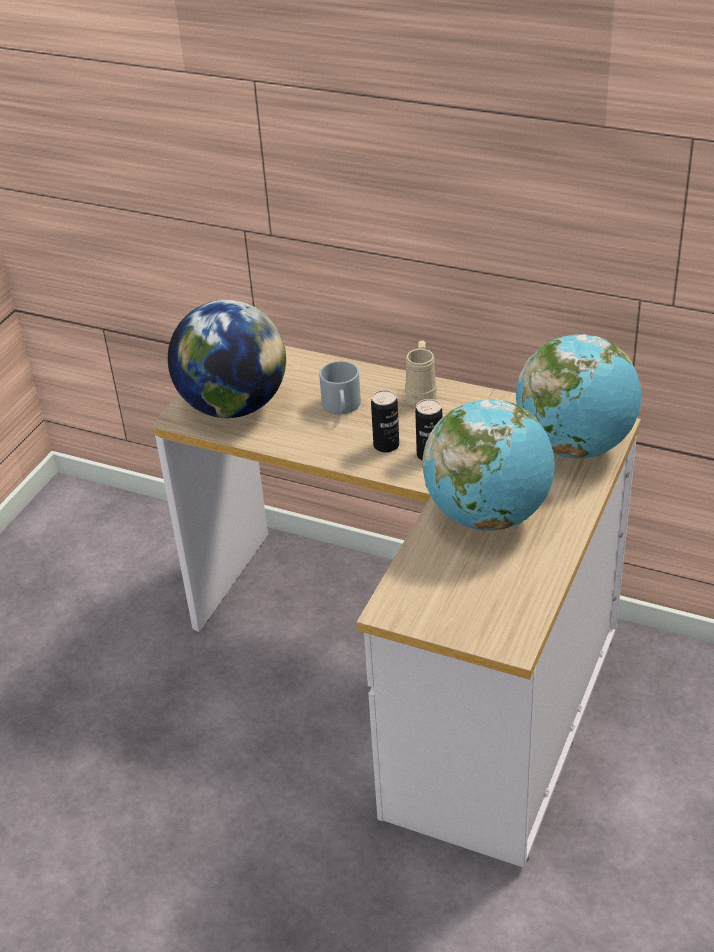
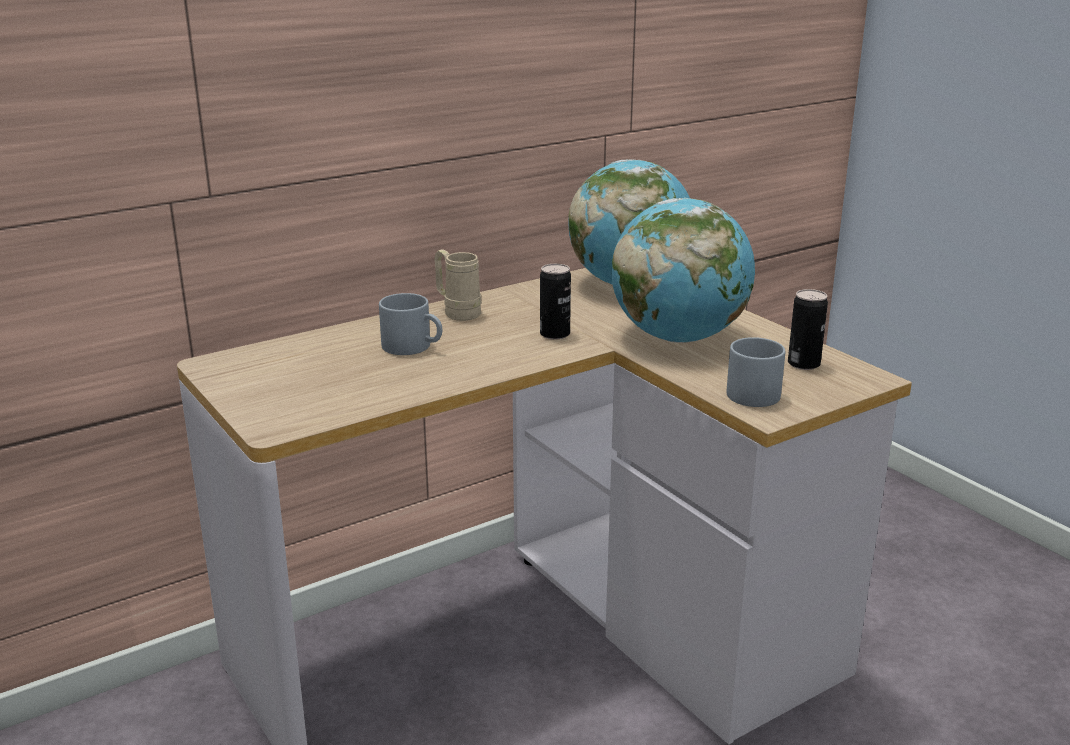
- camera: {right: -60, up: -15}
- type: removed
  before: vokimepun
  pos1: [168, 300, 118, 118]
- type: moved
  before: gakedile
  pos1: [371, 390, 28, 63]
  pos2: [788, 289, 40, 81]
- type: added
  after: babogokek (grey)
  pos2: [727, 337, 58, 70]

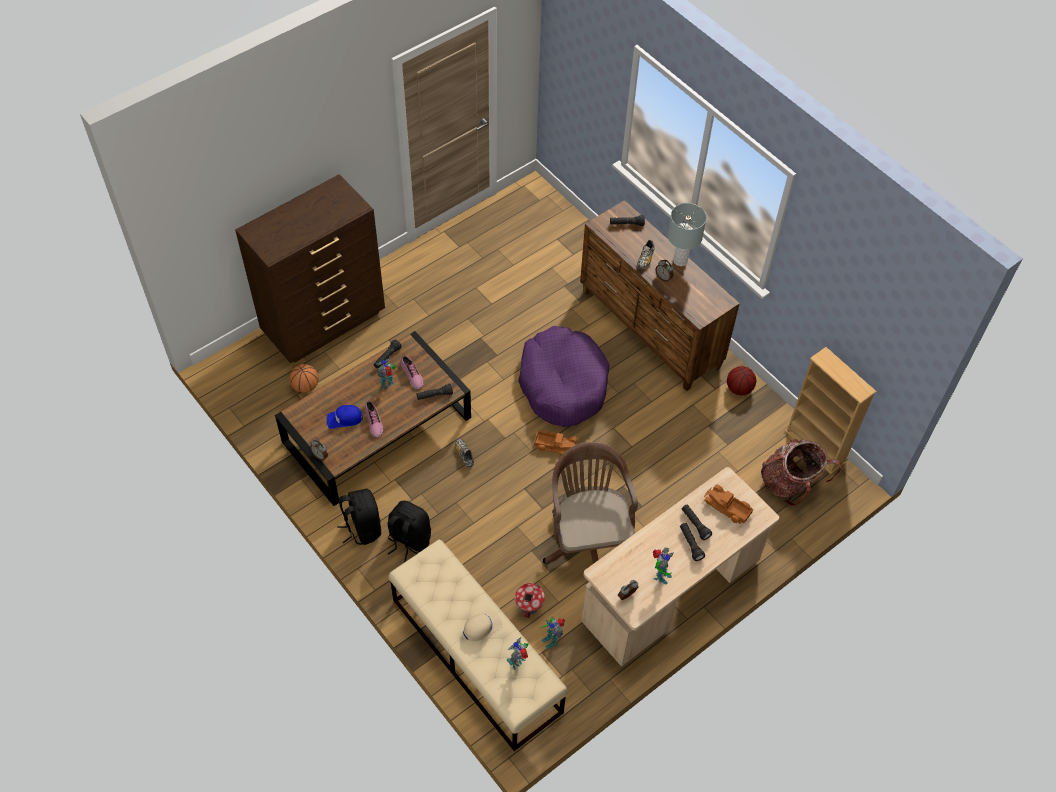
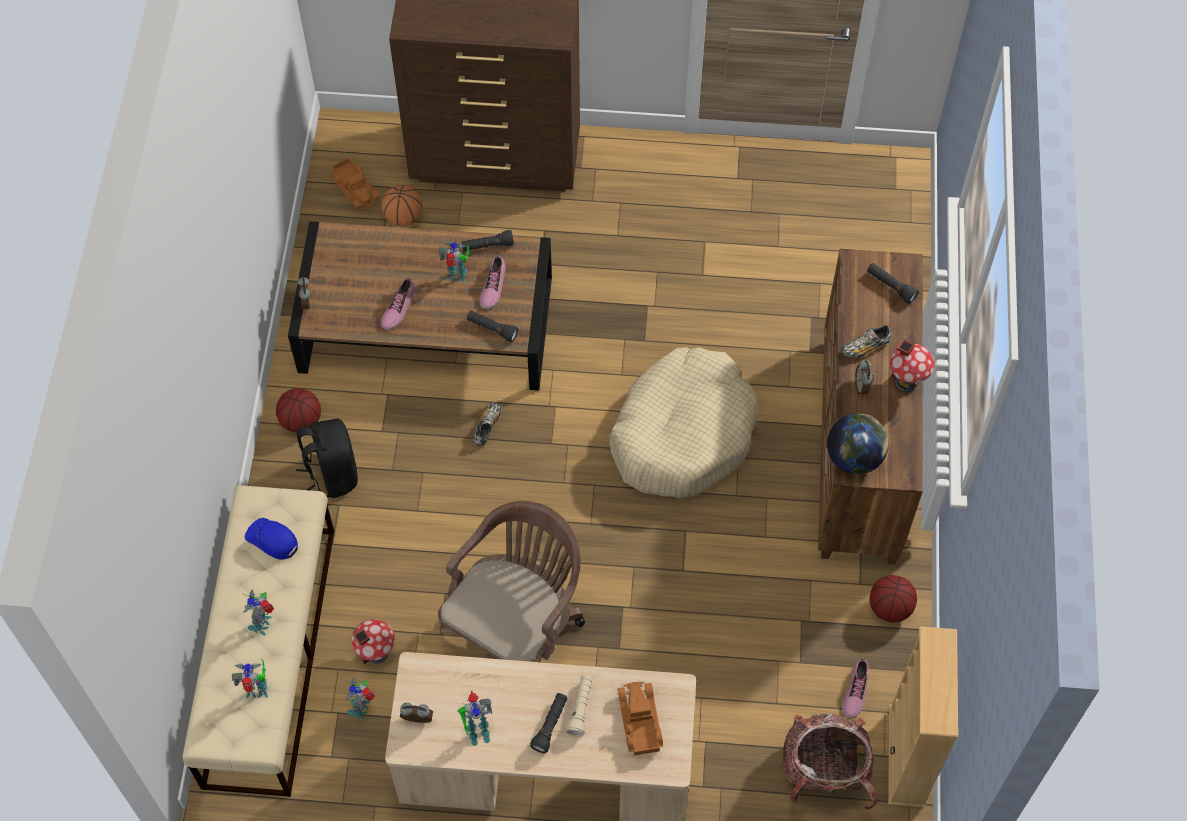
- camera: {right: 45, up: 5}
- type: replaced
  before: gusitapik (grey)
  after: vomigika
  pos1: [668, 203, 38, 63]
  pos2: [890, 338, 45, 54]
- type: recoloured
  before: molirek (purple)
  after: molirek (beige)
  pos1: [518, 326, 91, 101]
  pos2: [609, 347, 149, 151]
- type: moved
  before: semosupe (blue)
  pos1: [327, 405, 36, 24]
  pos2: [245, 518, 53, 42]
- type: moved
  before: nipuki
  pos1: [534, 431, 43, 23]
  pos2: [331, 157, 49, 53]
- type: replaced
  before: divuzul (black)
  after: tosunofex
  pos1: [337, 489, 44, 56]
  pos2: [276, 388, 45, 45]
- type: recoloured
  before: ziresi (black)
  after: ziresi (beige)
  pos1: [682, 505, 30, 35]
  pos2: [565, 675, 28, 62]
- type: replaced
  before: semosupe (beige)
  after: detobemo
  pos1: [463, 611, 40, 30]
  pos2: [244, 589, 30, 47]
- type: added
  after: vokimepun
  pos2: [827, 413, 62, 62]
- type: added
  after: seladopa
  pos2: [842, 659, 27, 60]

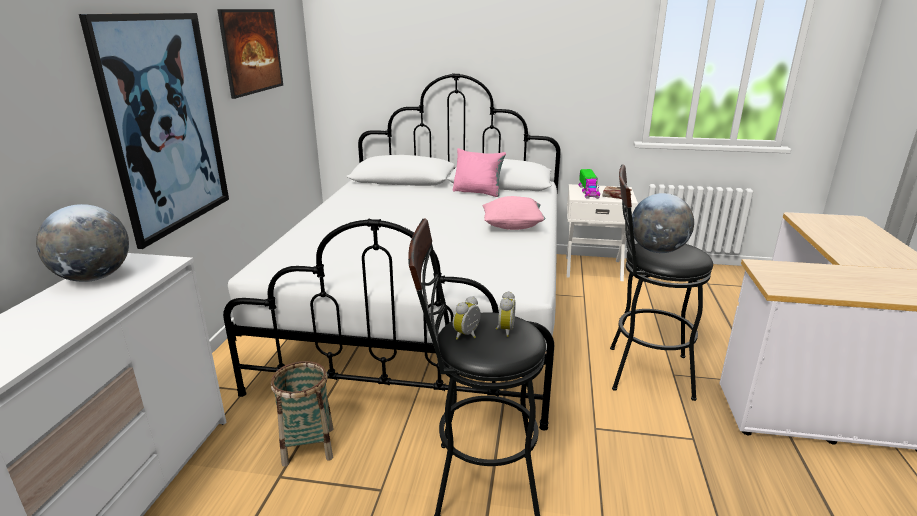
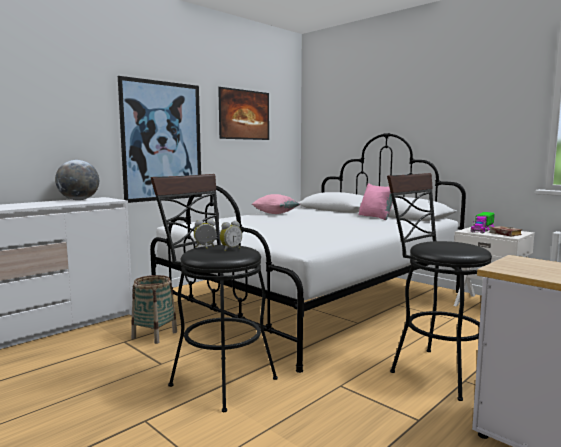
- camera: {right: 35, up: -15}
- type: removed
  before: vokimepun
  pos1: [632, 193, 62, 60]
- type: moved
  before: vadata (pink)
  pos1: [483, 196, 63, 34]
  pos2: [252, 194, 48, 20]

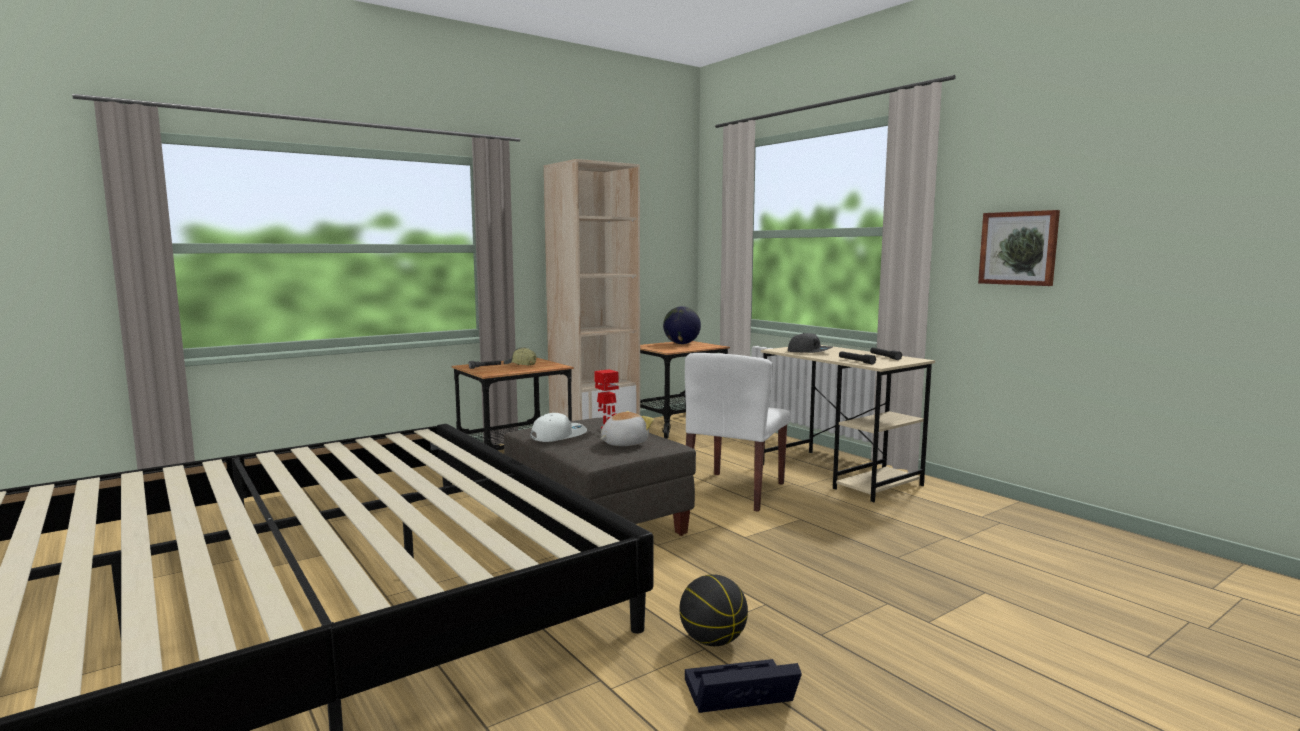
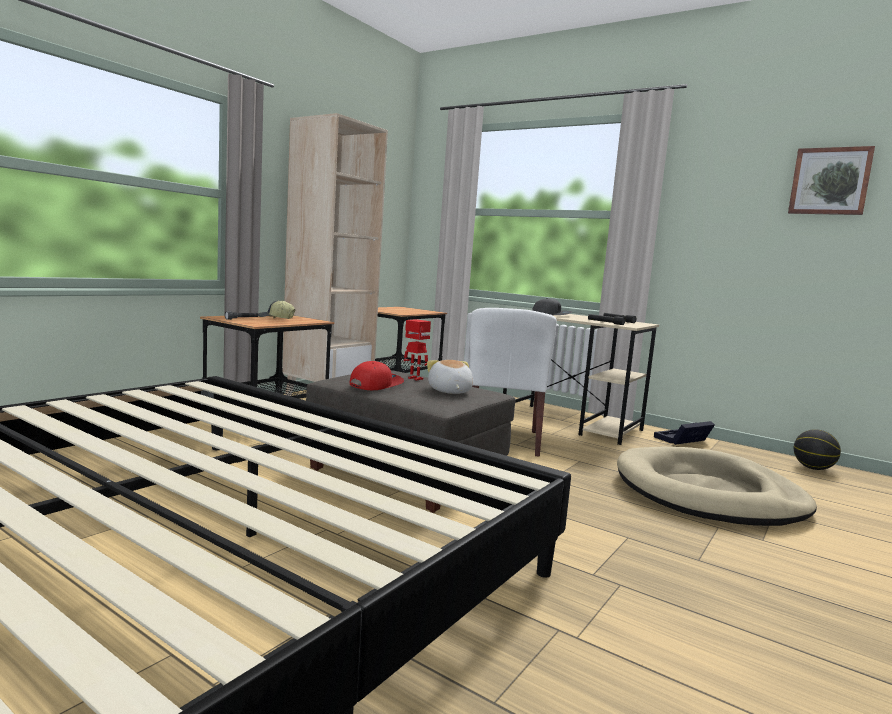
- camera: {right: -20, up: 0}
- type: moved
  before: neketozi
  pos1: [978, 210, 82, 76]
  pos2: [788, 146, 87, 69]
- type: removed
  before: vokimepun
  pos1: [663, 306, 38, 38]
- type: turned
  before: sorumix
  pos1: [600, 411, 54, 35]
  pos2: [427, 360, 46, 34]
  turn: -45
- type: recoloured
  before: semosupe (white)
  after: semosupe (red)
  pos1: [530, 413, 57, 29]
  pos2: [349, 361, 55, 29]
- type: moved
  before: tosunofex
  pos1: [679, 574, 69, 72]
  pos2: [794, 429, 47, 41]
- type: moved
  before: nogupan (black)
  pos1: [685, 659, 117, 54]
  pos2: [654, 421, 61, 24]
- type: added
  after: molirek (beige)
  pos2: [617, 447, 200, 79]

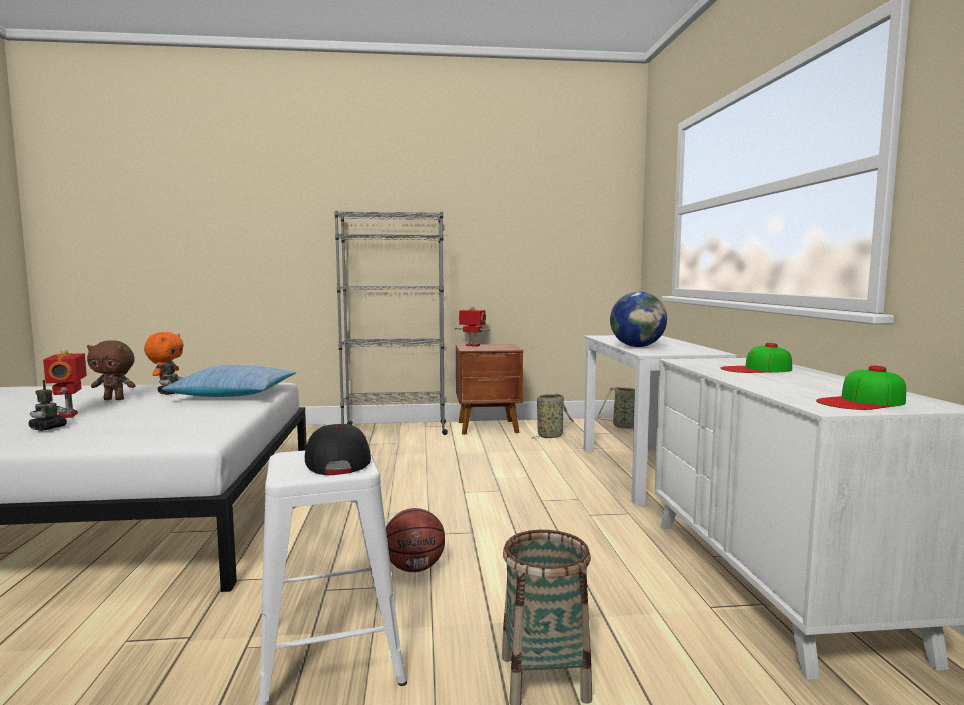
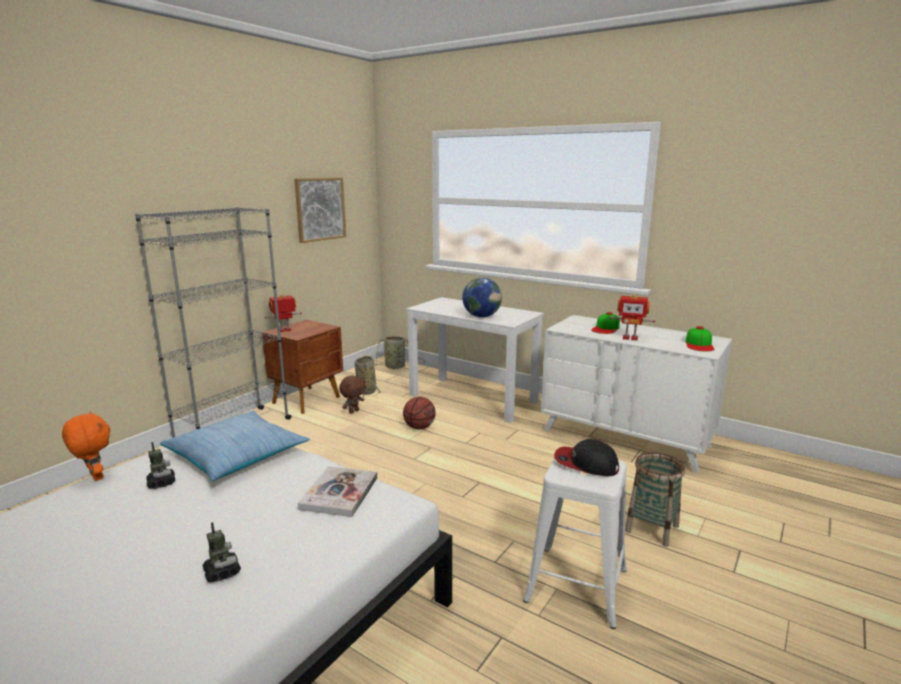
- camera: {right: -50, up: 10}
- type: moved
  before: sorumix (brown)
  pos1: [87, 340, 49, 60]
  pos2: [339, 375, 27, 39]
- type: moved
  before: detobemo
  pos1: [43, 349, 44, 69]
  pos2: [610, 294, 45, 47]
- type: moved
  before: tosunofex
  pos1: [386, 508, 59, 64]
  pos2: [403, 397, 33, 32]
- type: added
  after: neketozi
  pos2: [294, 178, 52, 65]
- type: added
  after: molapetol
  pos2: [298, 466, 79, 51]

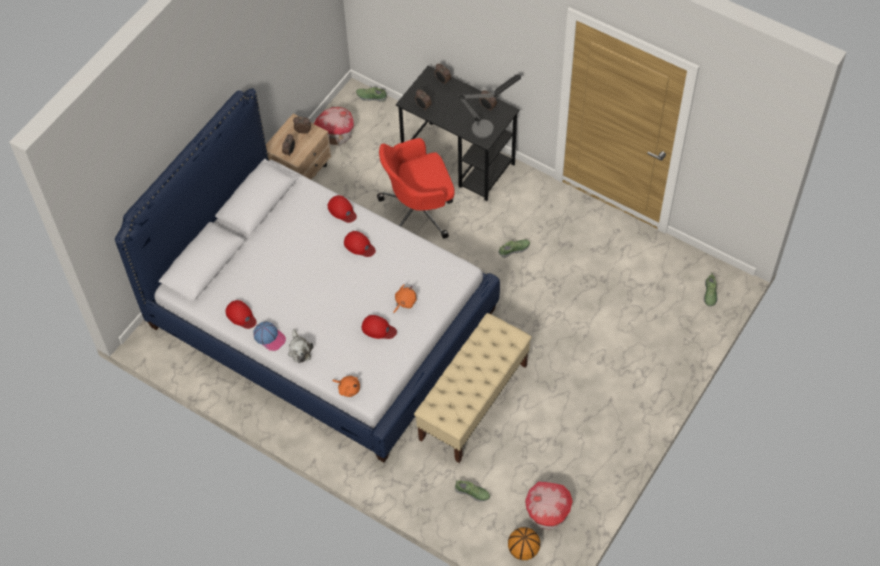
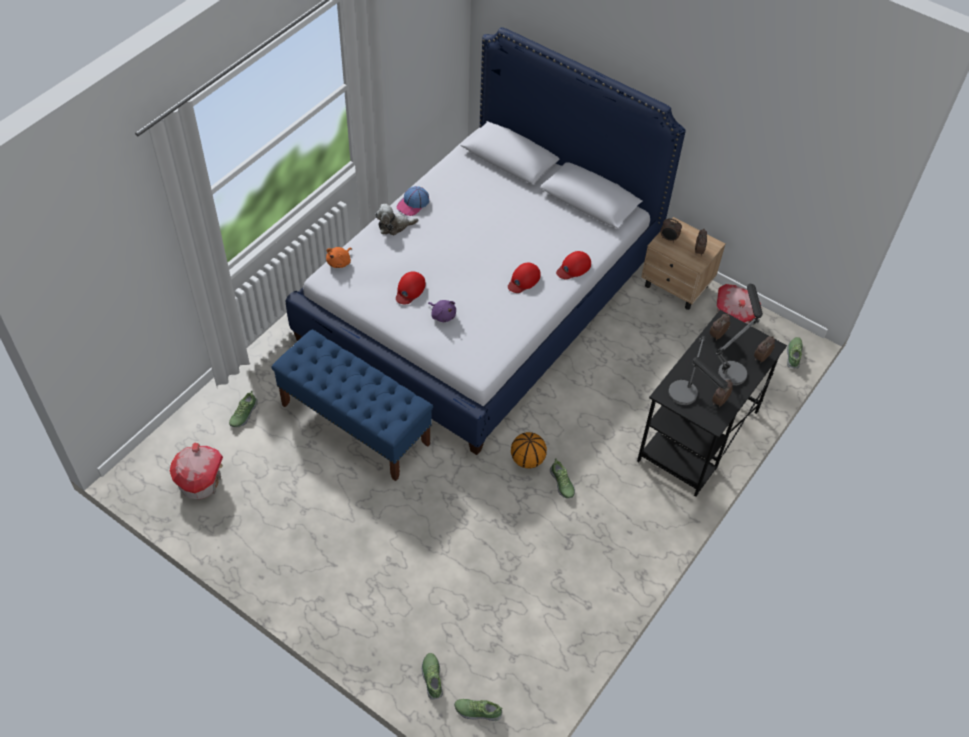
- camera: {right: 90, up: -5}
- type: removed
  before: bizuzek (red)
  pos1: [377, 138, 78, 101]
- type: recoloured
  before: sorumix (orange)
  after: sorumix (purple)
  pos1: [393, 284, 24, 29]
  pos2: [428, 300, 28, 22]
- type: removed
  before: semosupe (red)
  pos1: [226, 300, 31, 29]
- type: recoloured
  before: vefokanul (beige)
  after: vefokanul (blue)
  pos1: [414, 313, 118, 150]
  pos2: [271, 329, 162, 152]
- type: moved
  before: tosunofex
  pos1: [508, 527, 32, 33]
  pos2: [511, 432, 36, 37]
- type: added
  after: gusitapik
  pos2: [715, 284, 48, 102]
- type: added
  after: seladopa
  pos2: [422, 653, 21, 47]

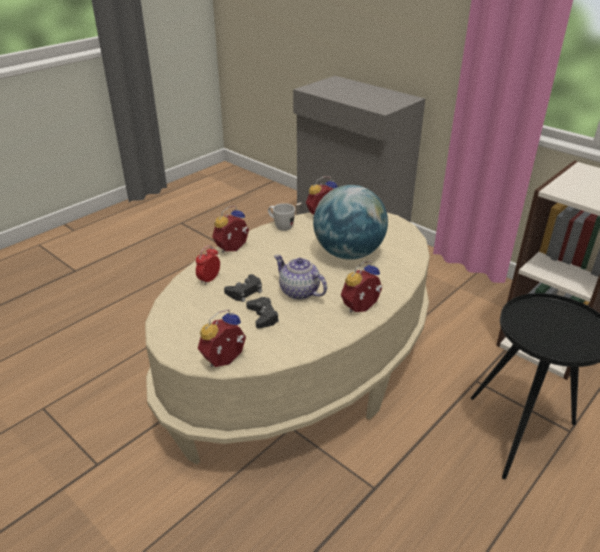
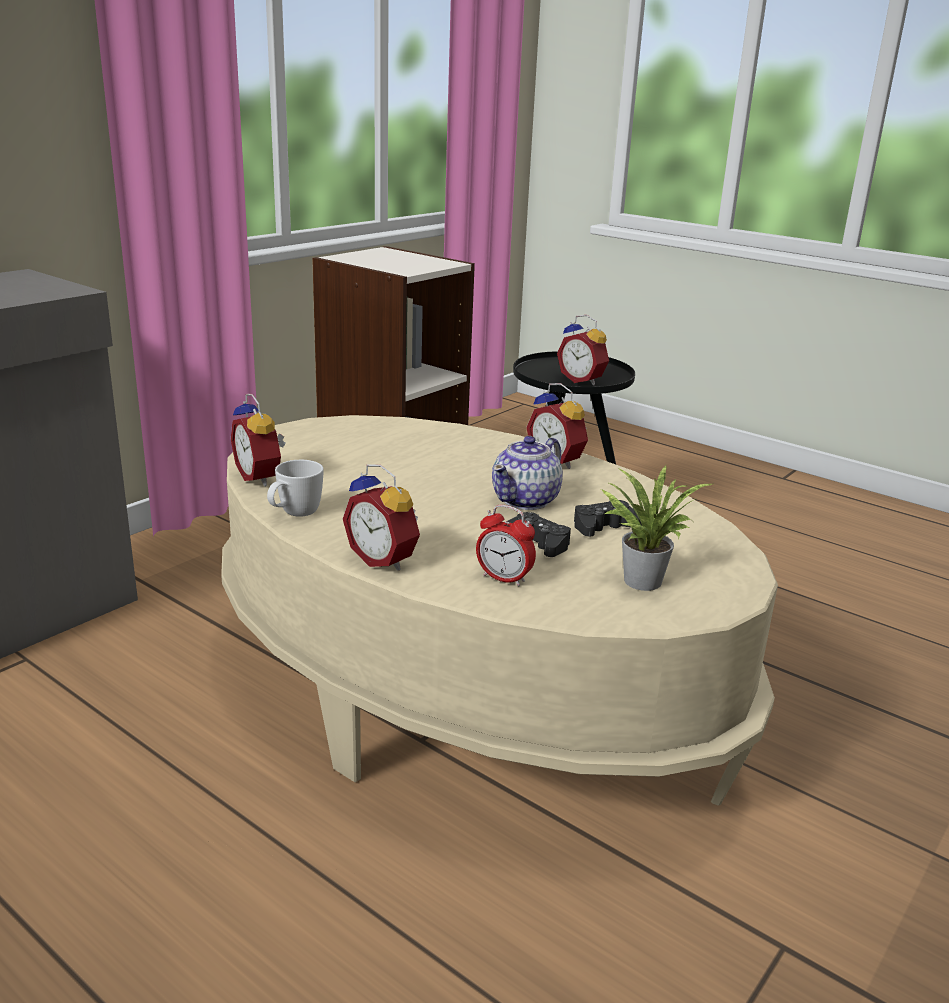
- camera: {right: -95, up: -10}
- type: removed
  before: vokimepun
  pos1: [313, 185, 75, 75]
- type: moved
  before: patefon
  pos1: [197, 309, 49, 58]
  pos2: [557, 315, 52, 70]
- type: added
  after: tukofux
  pos2: [601, 465, 111, 126]

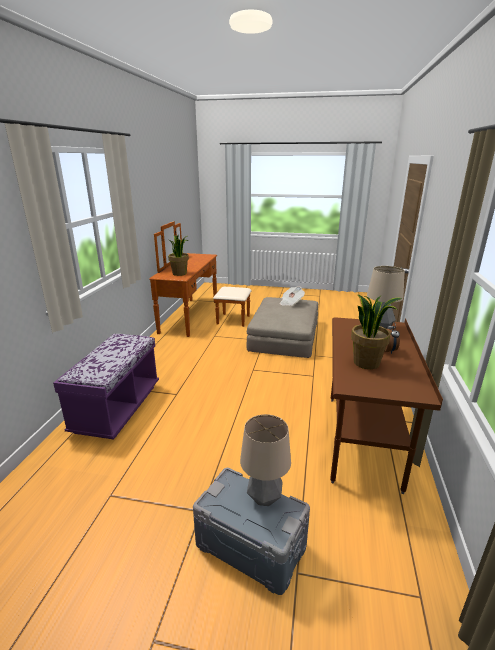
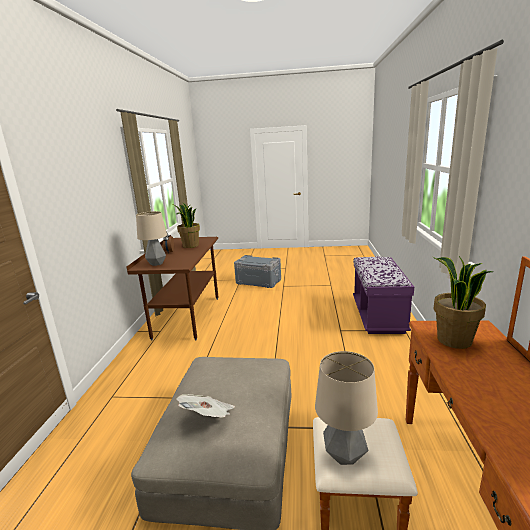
- camera: {right: 175, up: -5}
- type: moved
  before: gusitapik
  pos1: [240, 414, 51, 92]
  pos2: [315, 351, 63, 114]

